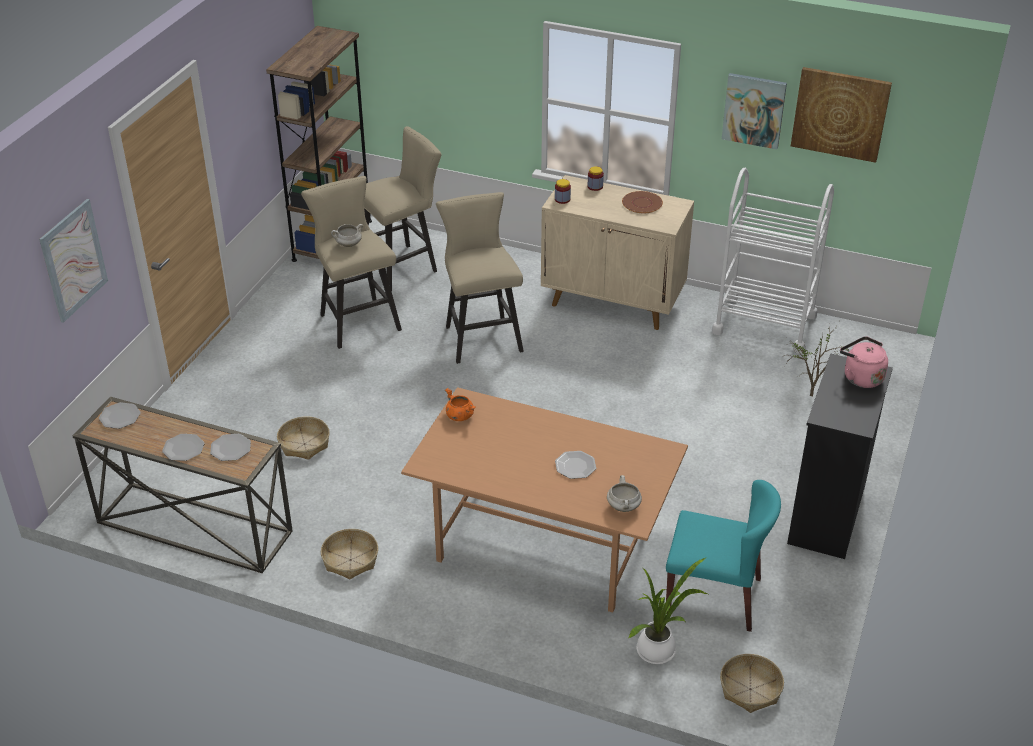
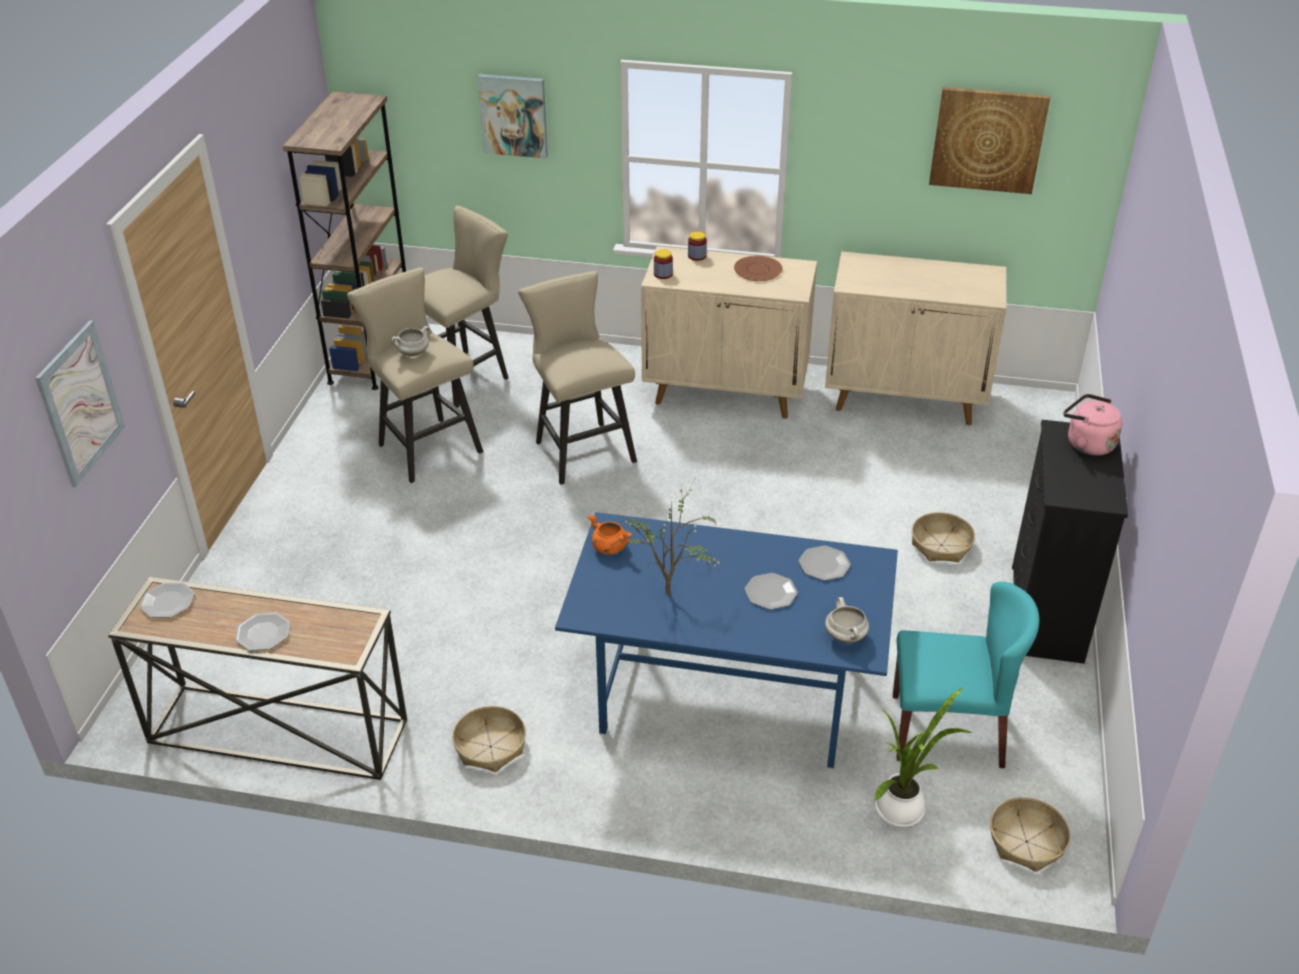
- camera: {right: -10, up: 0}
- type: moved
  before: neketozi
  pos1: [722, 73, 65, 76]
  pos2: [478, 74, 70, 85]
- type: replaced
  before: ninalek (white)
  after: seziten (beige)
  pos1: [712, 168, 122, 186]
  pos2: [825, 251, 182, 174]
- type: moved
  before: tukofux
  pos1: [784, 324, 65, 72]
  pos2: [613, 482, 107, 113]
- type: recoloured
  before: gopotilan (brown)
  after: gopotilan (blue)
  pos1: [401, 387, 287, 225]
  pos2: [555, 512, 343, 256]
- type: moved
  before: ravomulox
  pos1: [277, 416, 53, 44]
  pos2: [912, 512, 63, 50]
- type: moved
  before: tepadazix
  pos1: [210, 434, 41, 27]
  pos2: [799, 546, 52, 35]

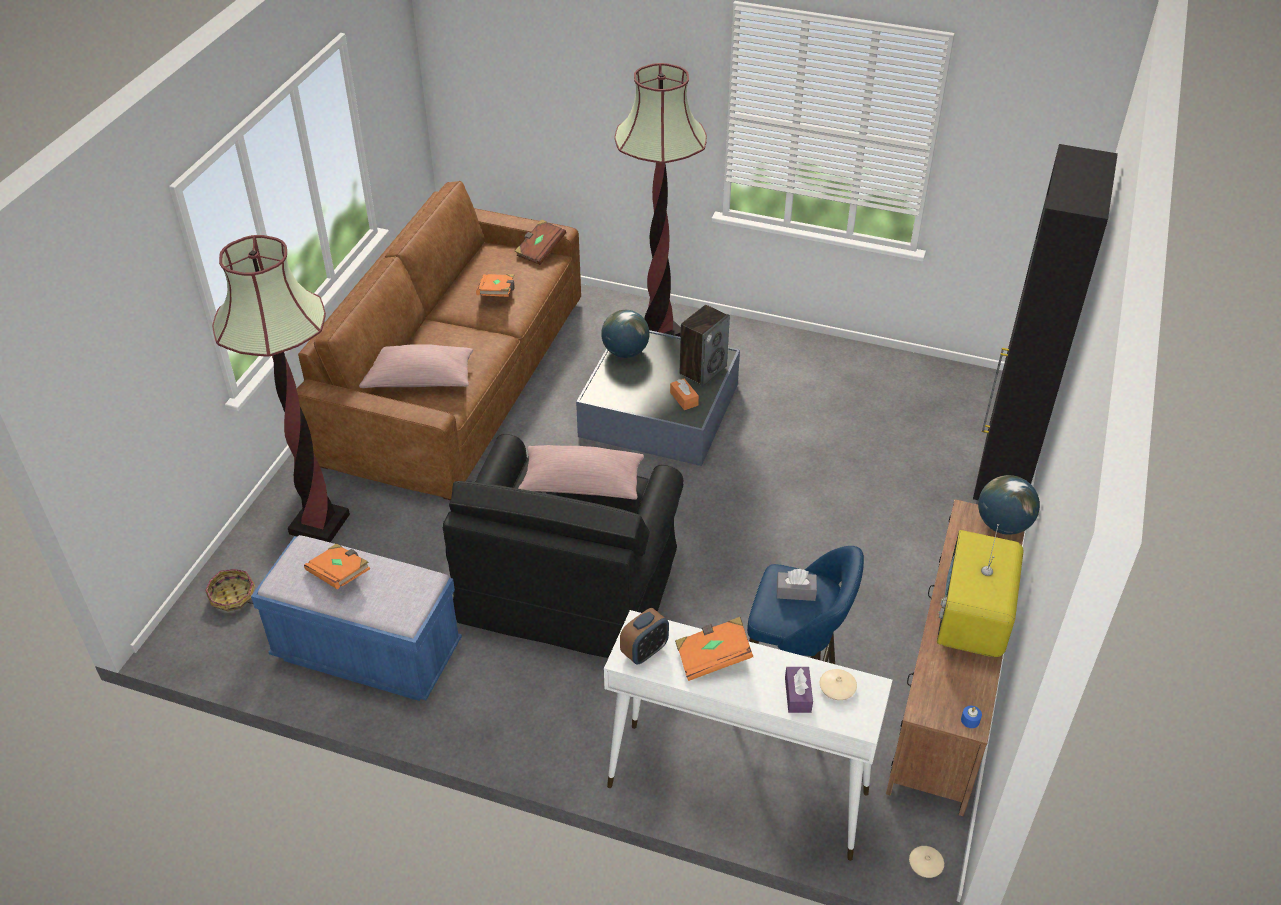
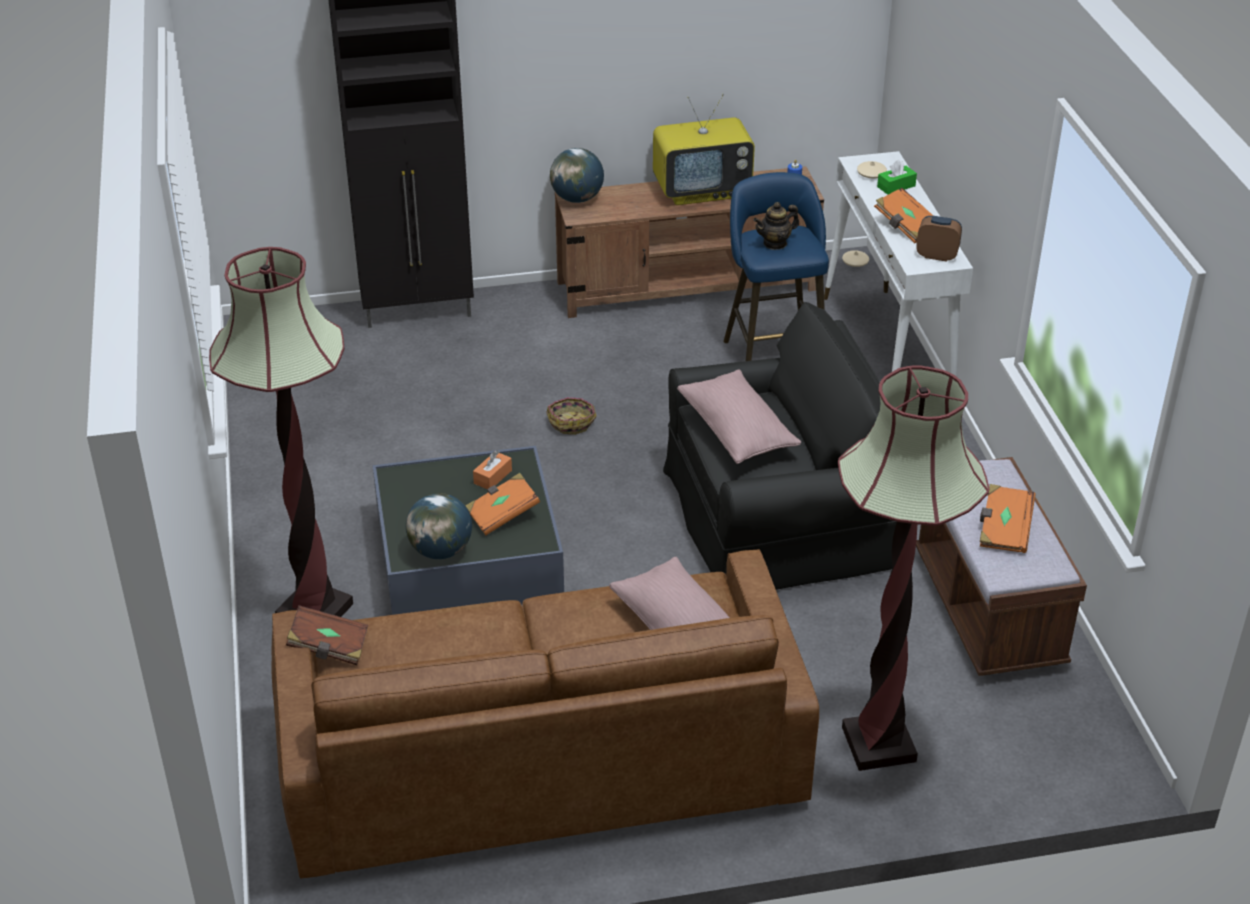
- camera: {right: -120, up: -5}
- type: moved
  before: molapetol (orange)
  pos1: [476, 274, 38, 23]
  pos2: [465, 473, 75, 62]
- type: removed
  before: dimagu
  pos1: [680, 305, 50, 81]
- type: recoloured
  before: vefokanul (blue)
  after: vefokanul (brown)
  pos1: [251, 535, 211, 166]
  pos2: [916, 457, 171, 219]
- type: moved
  before: ravomulox
  pos1: [205, 569, 50, 43]
  pos2: [546, 397, 51, 38]
- type: replaced
  before: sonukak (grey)
  after: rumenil
  pos1: [777, 569, 40, 32]
  pos2: [753, 202, 46, 48]
- type: recoloured
  before: sonukak (purple)
  after: sonukak (green)
  pos1: [785, 667, 28, 46]
  pos2: [877, 160, 40, 35]

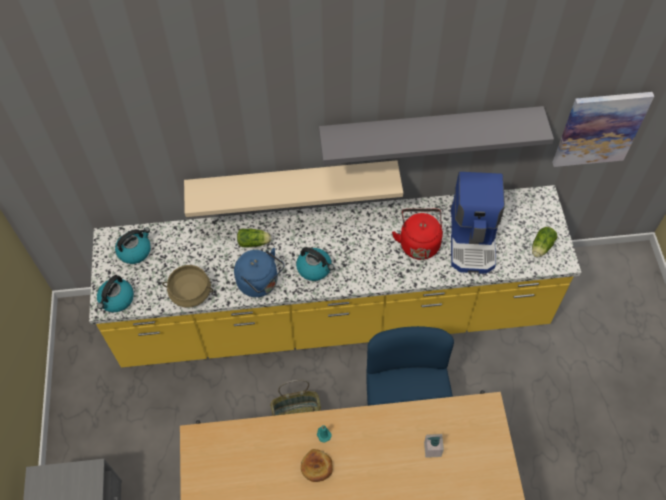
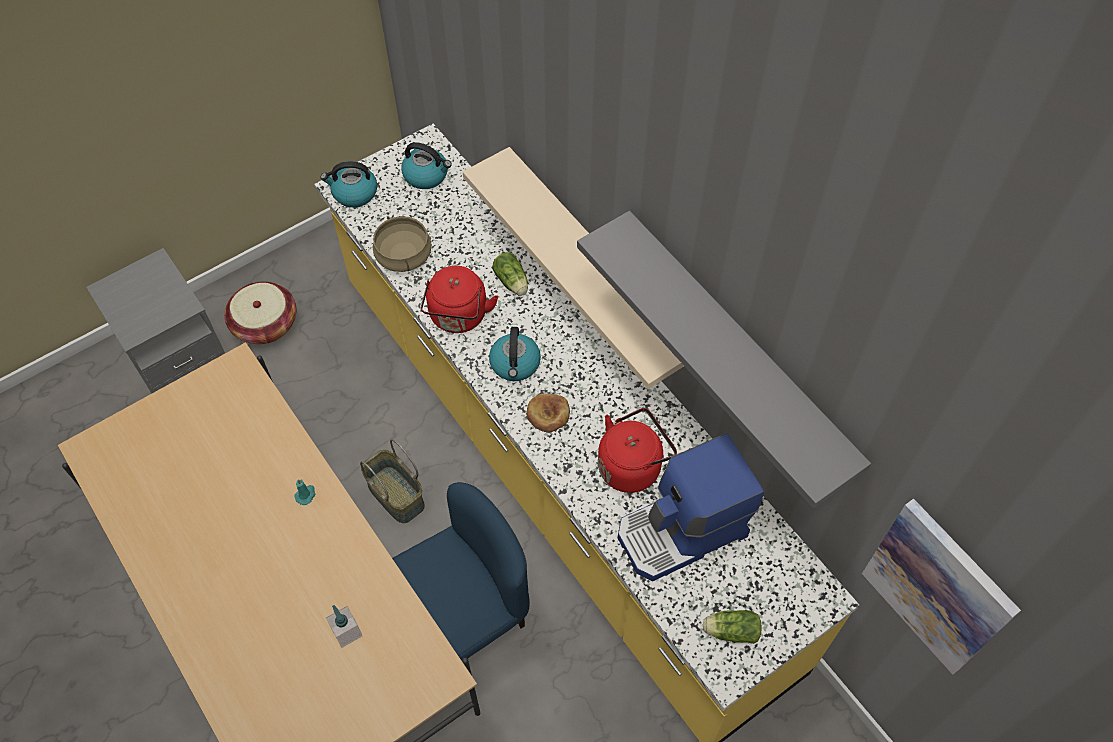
- camera: {right: 60, up: 0}
- type: recoloured
  before: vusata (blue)
  after: vusata (red)
  pos1: [234, 248, 50, 49]
  pos2: [421, 266, 77, 67]
- type: moved
  before: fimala
  pos1: [301, 449, 32, 33]
  pos2: [527, 393, 43, 40]
- type: added
  after: ravomulox
  pos2: [224, 282, 72, 62]

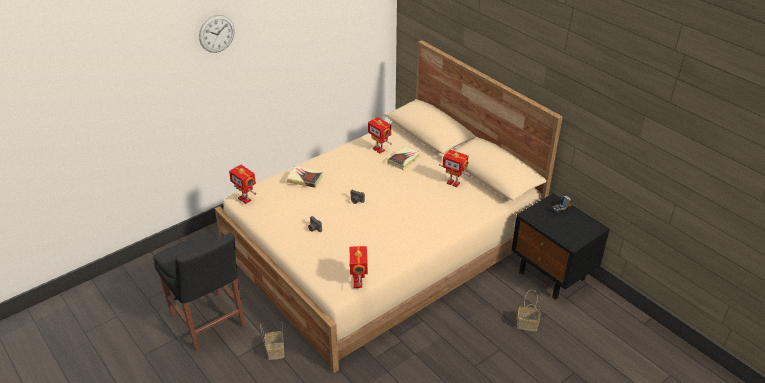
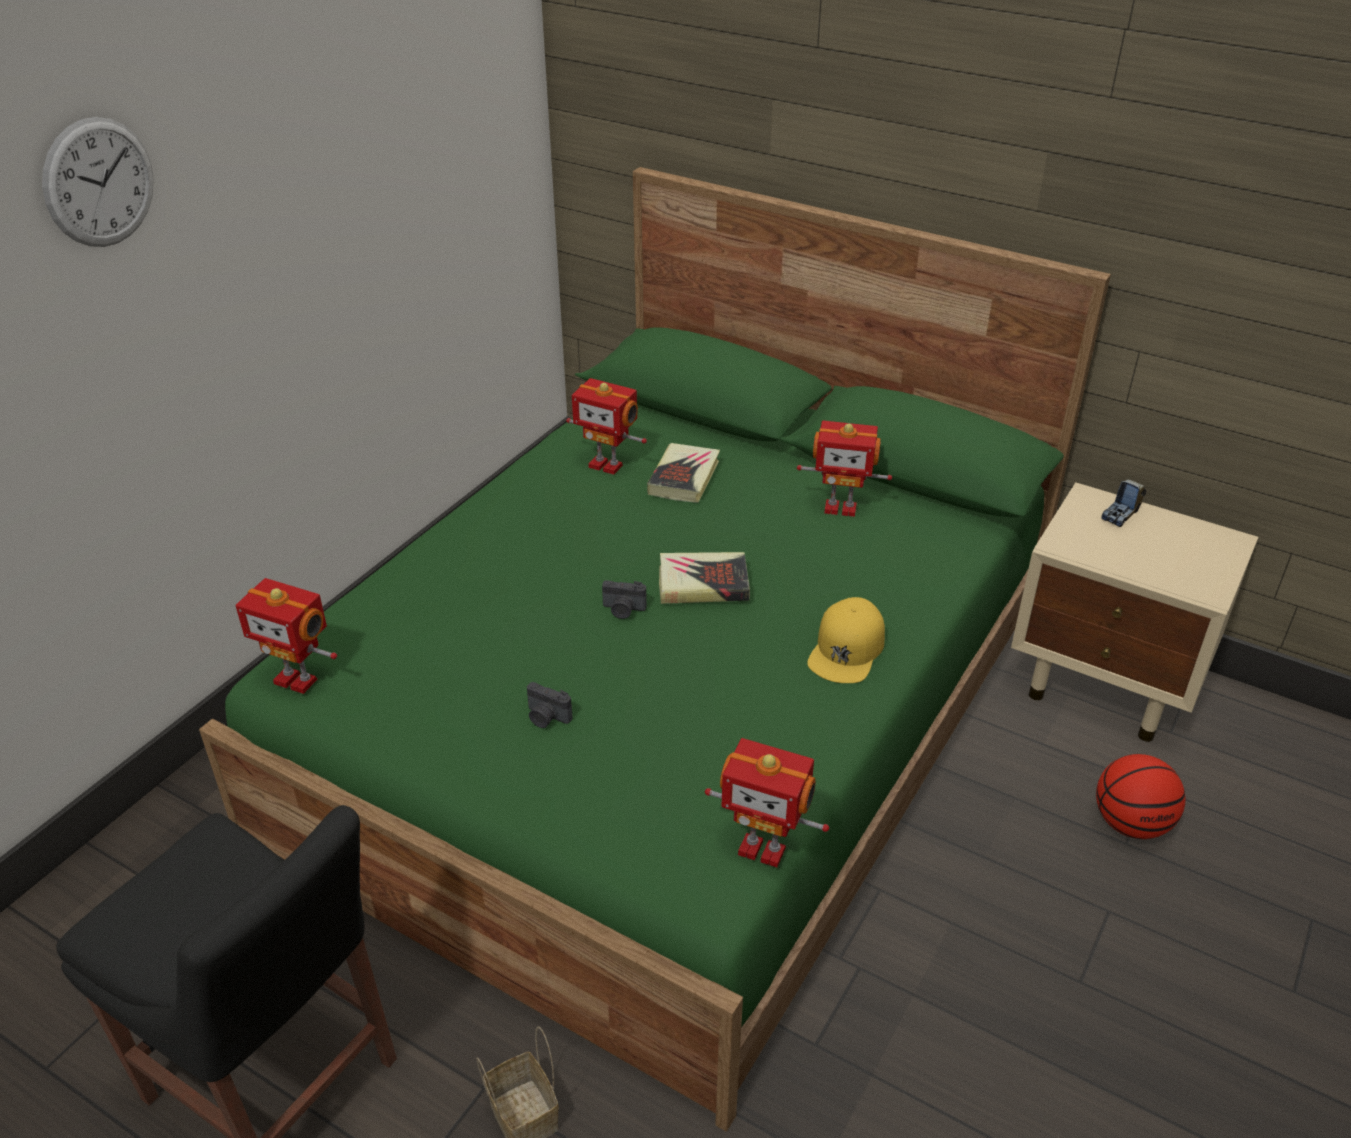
- camera: {right: -20, up: 0}
- type: recoloured
  before: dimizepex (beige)
  after: dimizepex (green)
  pos1: [215, 40, 348, 333]
  pos2: [199, 167, 912, 965]
- type: moved
  before: molapetol
  pos1: [287, 166, 36, 22]
  pos2: [659, 552, 91, 52]
- type: recoloured
  before: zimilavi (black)
  after: zimilavi (beige)
  pos1: [511, 193, 99, 106]
  pos2: [1011, 482, 248, 260]
- type: turned
  before: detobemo
  pos1: [349, 246, 19, 42]
  pos2: [705, 738, 124, 130]
  turn: -45
- type: replaced
  before: ravomulox
  after: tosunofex
  pos1: [517, 290, 23, 41]
  pos2: [1096, 754, 89, 85]
- type: added
  after: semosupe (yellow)
  pos2: [807, 597, 78, 86]

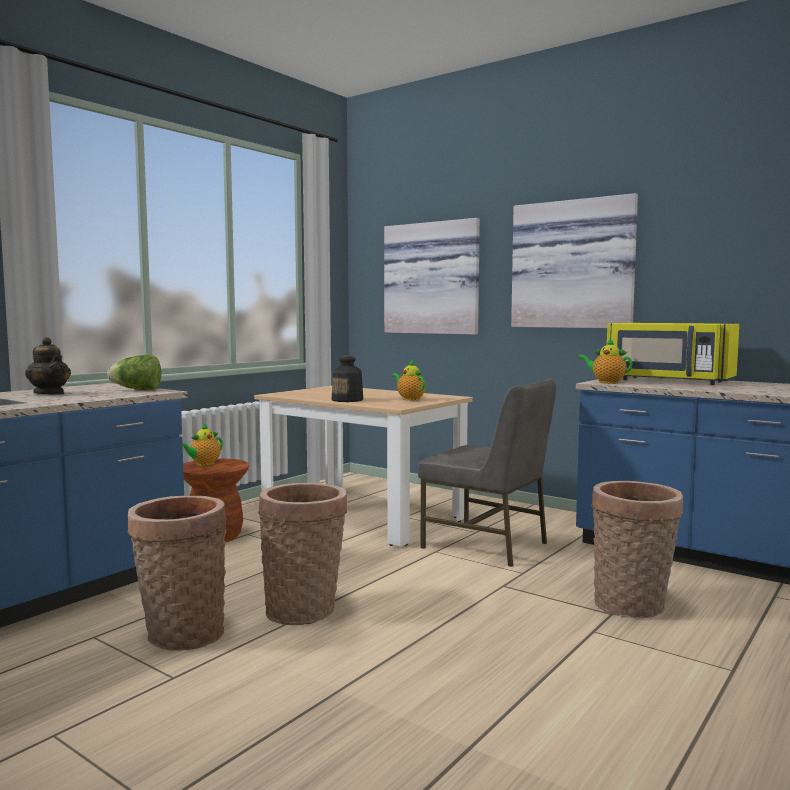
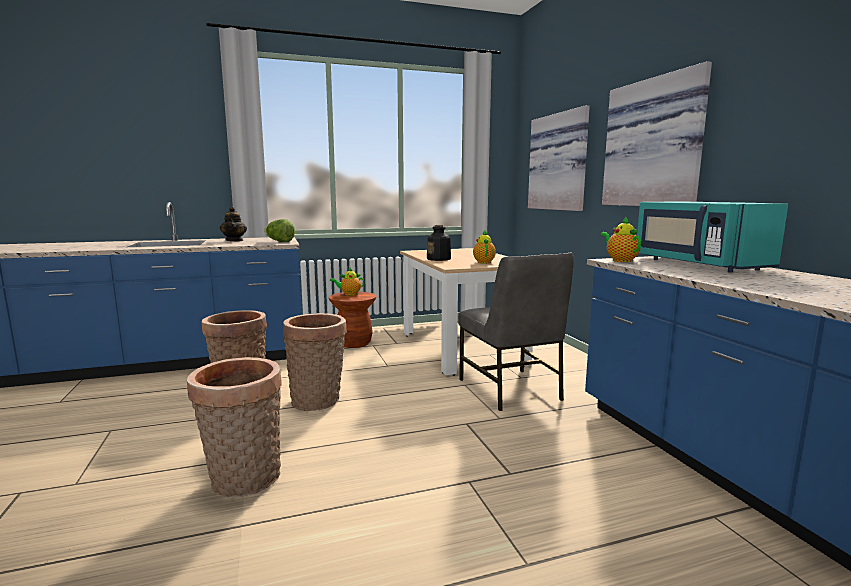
- camera: {right: 35, up: 5}
- type: recoloured
  before: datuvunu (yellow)
  after: datuvunu (turquoise)
  pos1: [607, 323, 132, 62]
  pos2: [637, 202, 151, 70]
- type: moved
  before: ravomulox
  pos1: [591, 481, 92, 137]
  pos2: [187, 357, 95, 140]

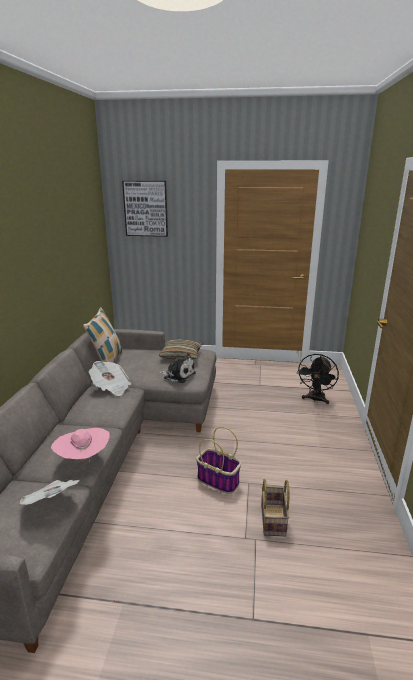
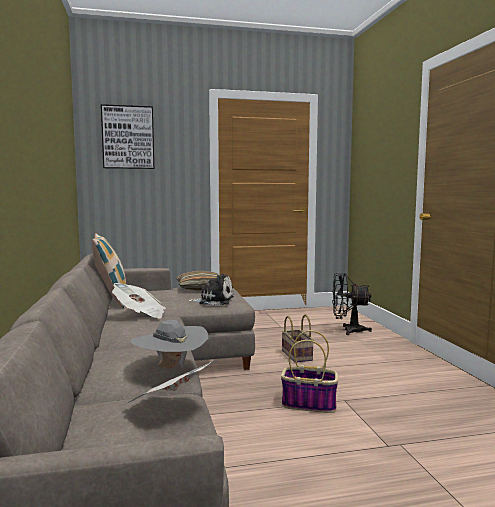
- camera: {right: -20, up: -15}
- type: turned
  before: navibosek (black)
  pos1: [297, 354, 42, 50]
  pos2: [332, 273, 40, 62]
  turn: 90
- type: recoloured
  before: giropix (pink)
  after: giropix (grey)
  pos1: [51, 428, 59, 35]
  pos2: [131, 320, 77, 49]
- type: moved
  before: ravomulox
  pos1: [261, 479, 29, 57]
  pos2: [282, 314, 32, 49]

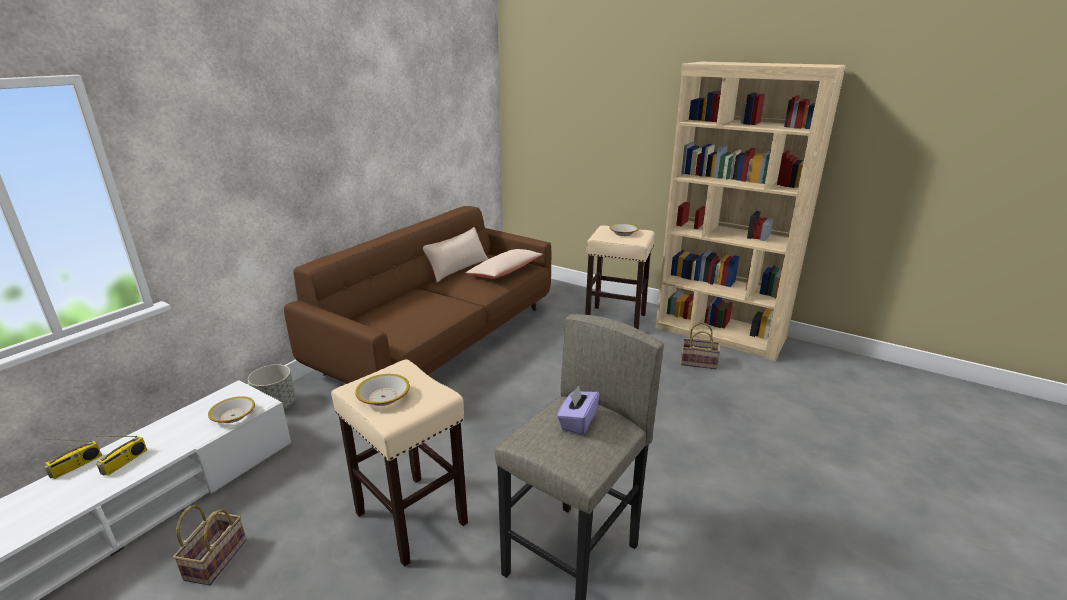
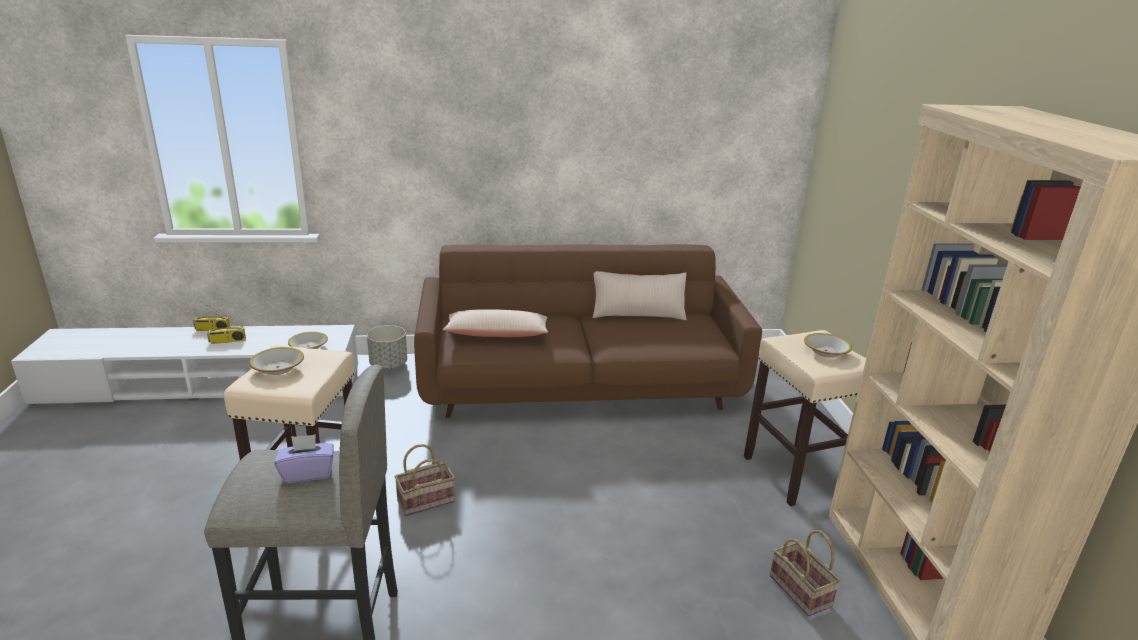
- camera: {right: 50, up: 0}
- type: moved
  before: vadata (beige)
  pos1: [466, 249, 77, 30]
  pos2: [443, 309, 105, 28]
- type: moved
  before: ravomulox
  pos1: [173, 505, 74, 80]
  pos2: [394, 444, 61, 72]

